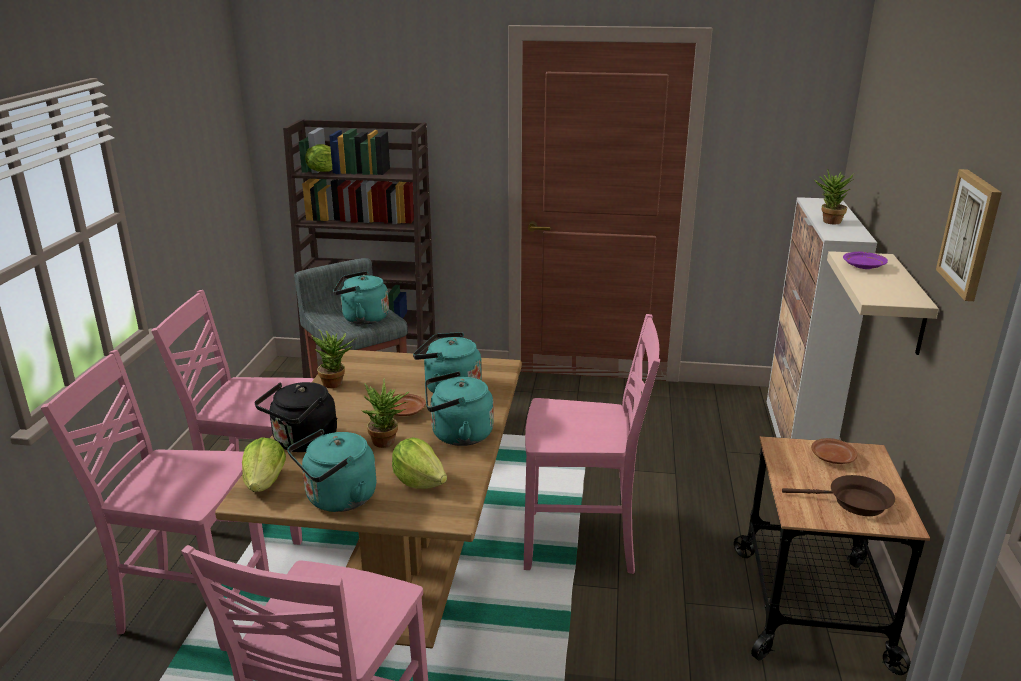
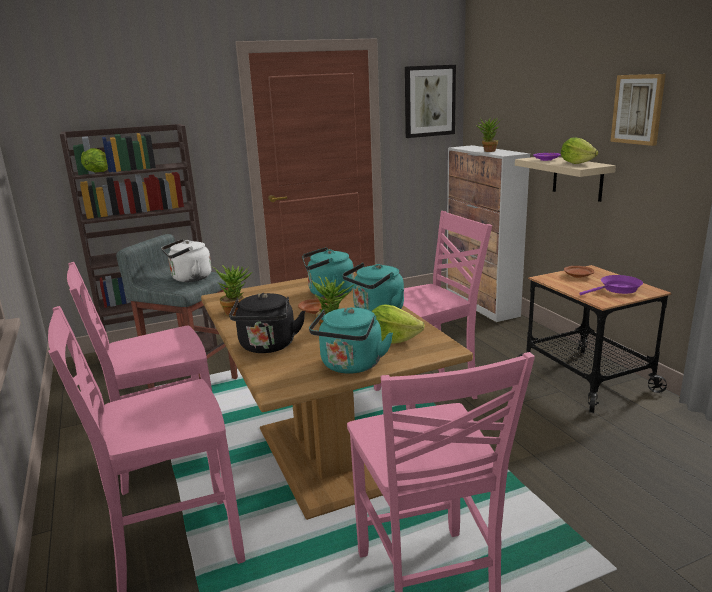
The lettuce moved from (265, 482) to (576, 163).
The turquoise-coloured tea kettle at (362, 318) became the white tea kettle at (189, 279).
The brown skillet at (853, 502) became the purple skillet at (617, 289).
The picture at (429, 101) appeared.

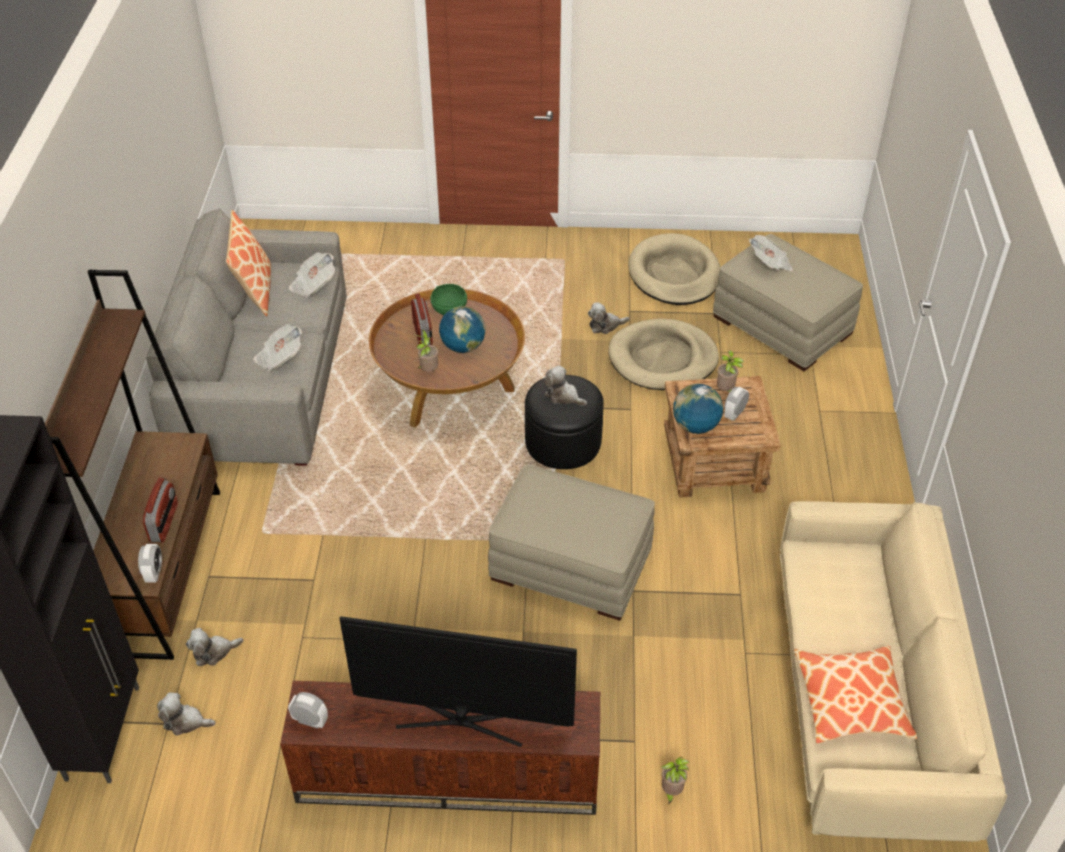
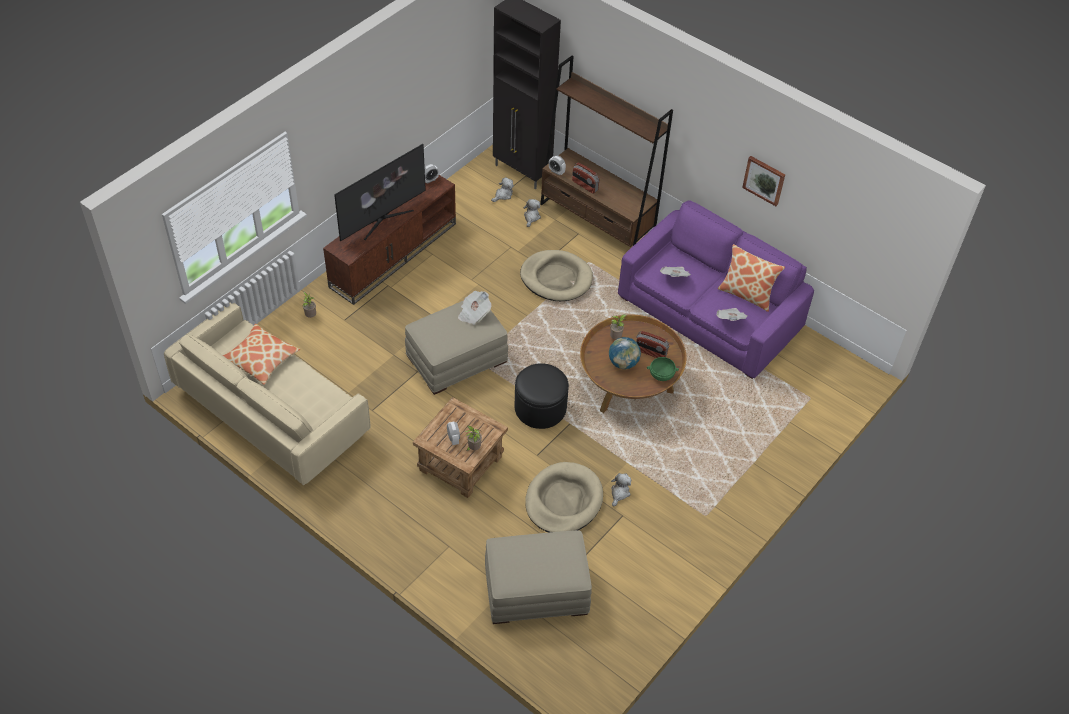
The gray settee at (263, 377) became the purple settee at (709, 313).
The soft toy at (563, 396) disappeared.
The beige-coloured pet bed moved from (674, 274) to (556, 278).
The globe at (695, 426) disappeared.
The newspaper moved from (770, 264) to (474, 313).
The picture at (764, 180) appeared.

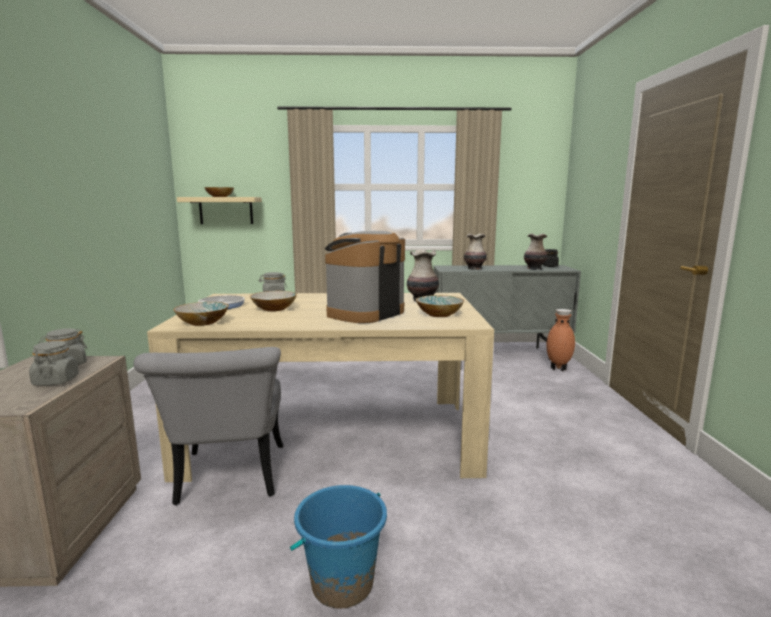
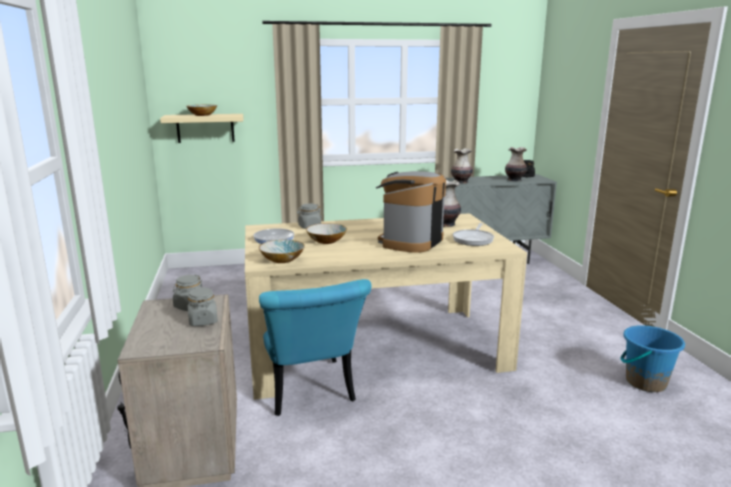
The gray chair at (229, 481) became the turquoise-coloured chair at (309, 393).
The blue bucket moved from (342, 583) to (645, 382).
The serving bowl at (440, 314) was replaced by the skillet at (473, 239).
The brown flower vase at (558, 368) disappeared.

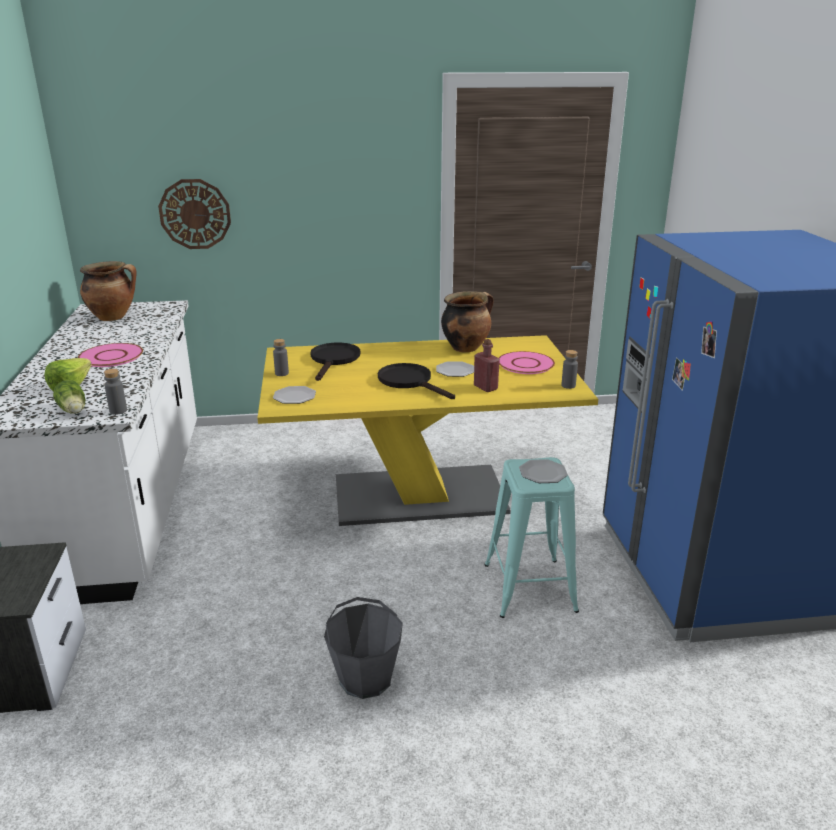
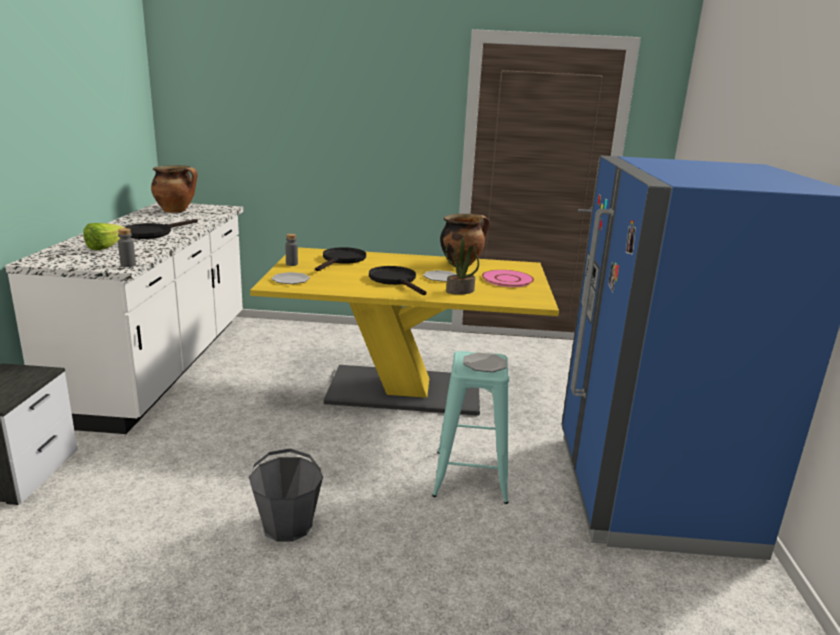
The lettuce at (73, 410) disappeared.
The pink-coloured flat dish at (110, 356) was replaced by the blackish skillet at (152, 233).
The clock on the wall at (195, 214) disappeared.
The red bottle at (485, 387) was replaced by the plant in a pot at (460, 291).
The gray bottle at (568, 386) disappeared.

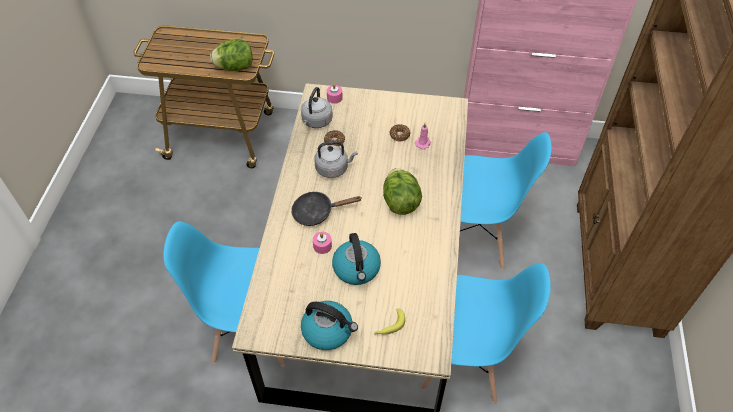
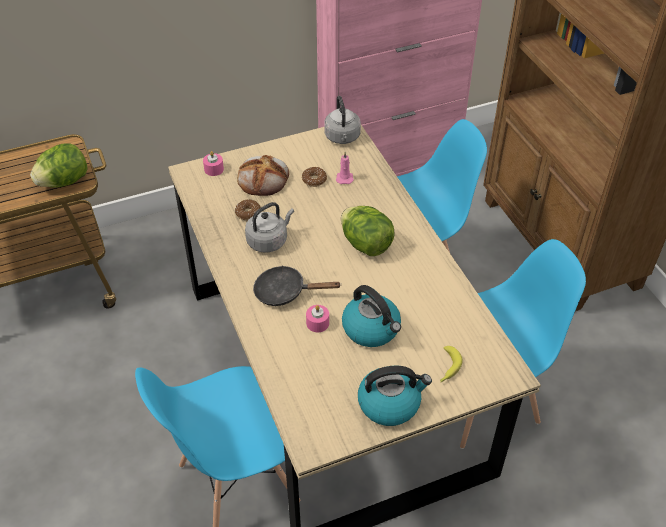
The blackish skillet at (317, 212) turned 45 degrees clockwise.
The gray tea kettle moved from (316, 122) to (342, 138).
The bread at (263, 178) appeared.

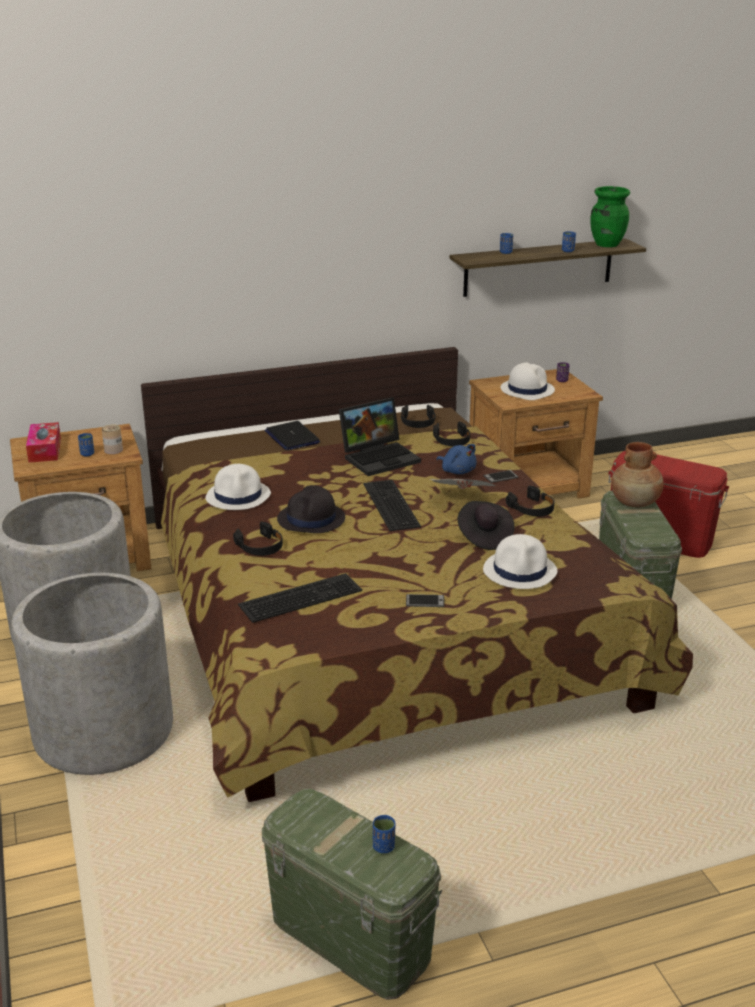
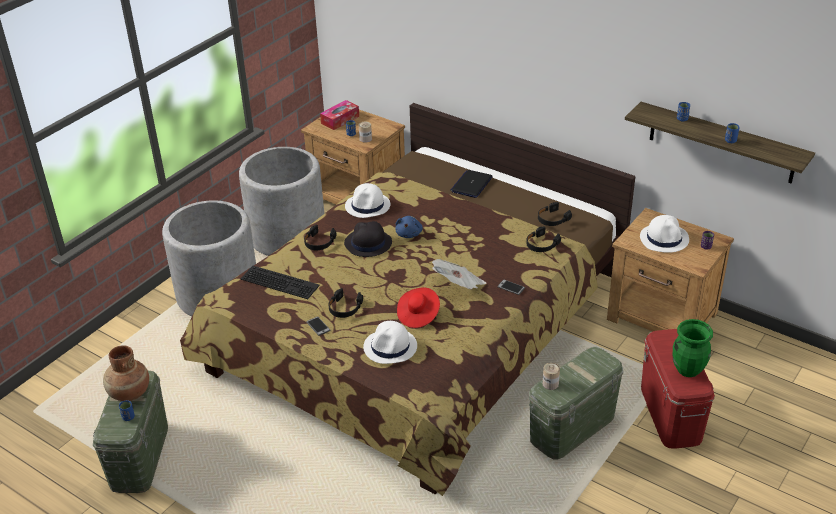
The portable computer at (380, 457) disappeared.
The keyboard at (388, 504) disappeared.
The blue soft toy moved from (457, 471) to (409, 234).
The blackish hat at (484, 537) became the red hat at (418, 315).
The blackish headphones moved from (532, 508) to (344, 308).
The green-coloured flower vase moved from (606, 244) to (688, 369).
The brown flower vase moved from (635, 502) to (129, 393).
The can at (550, 384) appeared.

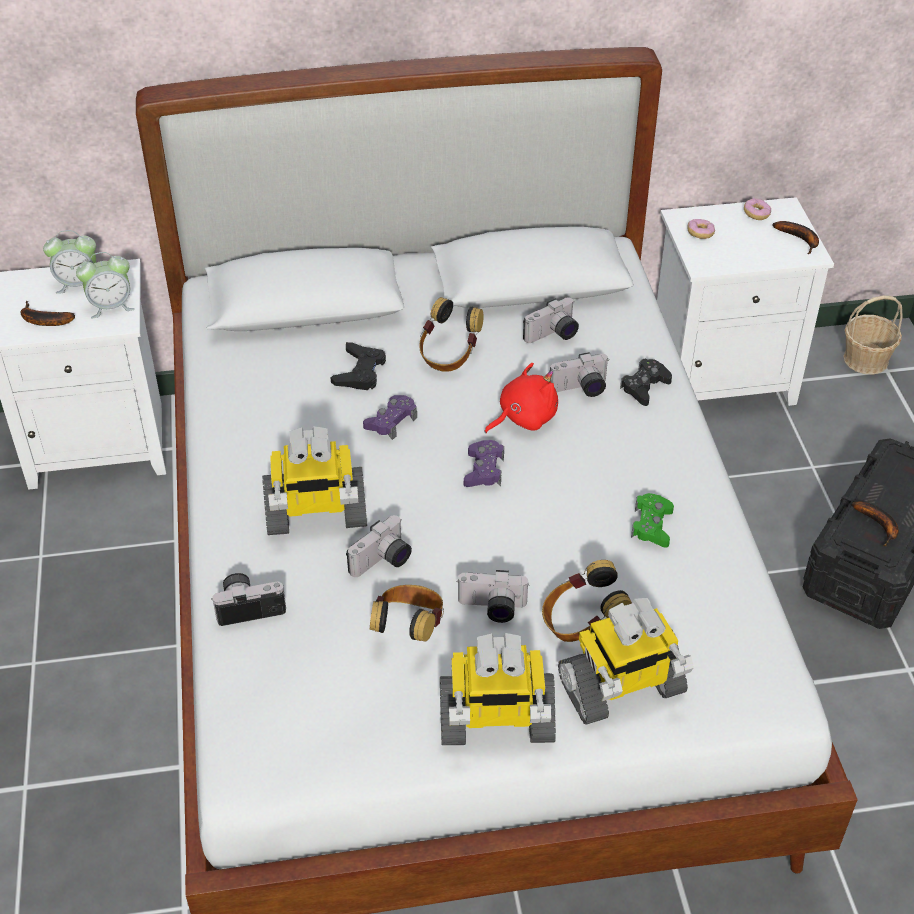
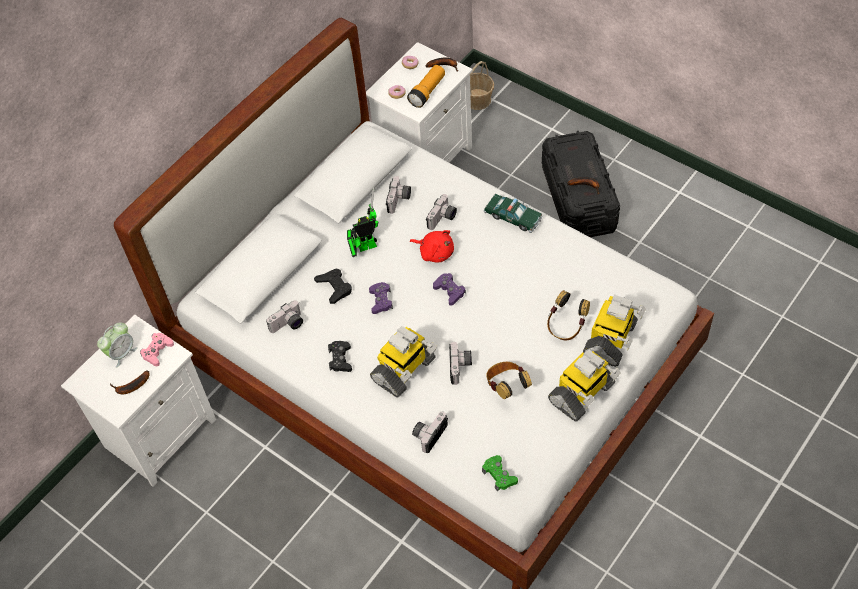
The alarm clock at (111, 306) was replaced by the pink-coloured gamepad at (157, 351).
The headphones at (449, 355) was replaced by the toy robot at (364, 247).
The photo camera moved from (492, 609) to (288, 325).
The red soft toy at (523, 418) turned 105 degrees clockwise.
The blackish gamepad moved from (644, 387) to (340, 359).
The green-coloured gamepad moved from (651, 526) to (499, 475).
The hand torch at (427, 92) appeared.
The toy car at (513, 217) appeared.

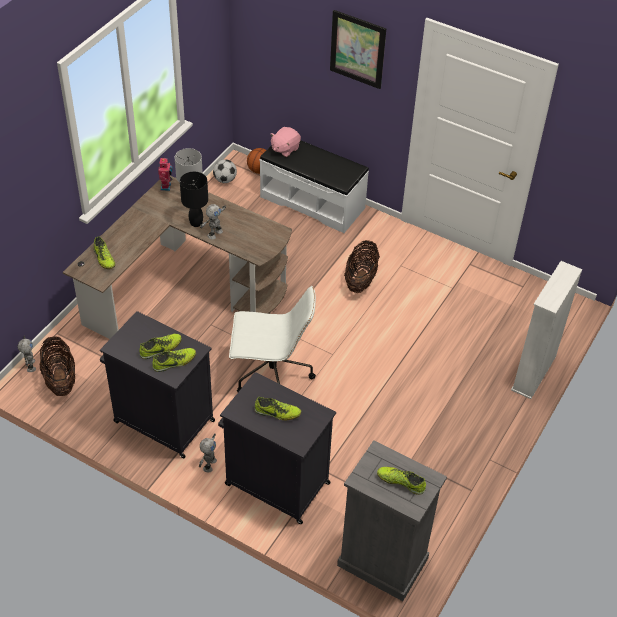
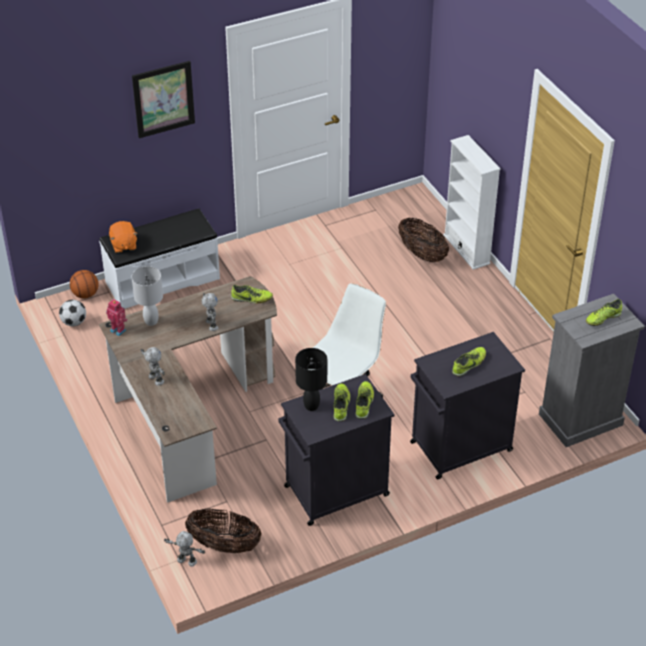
The low shoe moved from (104, 258) to (252, 299).
The blackish tabletop lamp moved from (196, 223) to (311, 405).
The toy robot moved from (209, 464) to (155, 379).
The pink-coloured soft toy at (285, 149) became the orange soft toy at (123, 245).
The basket moved from (360, 280) to (422, 254).

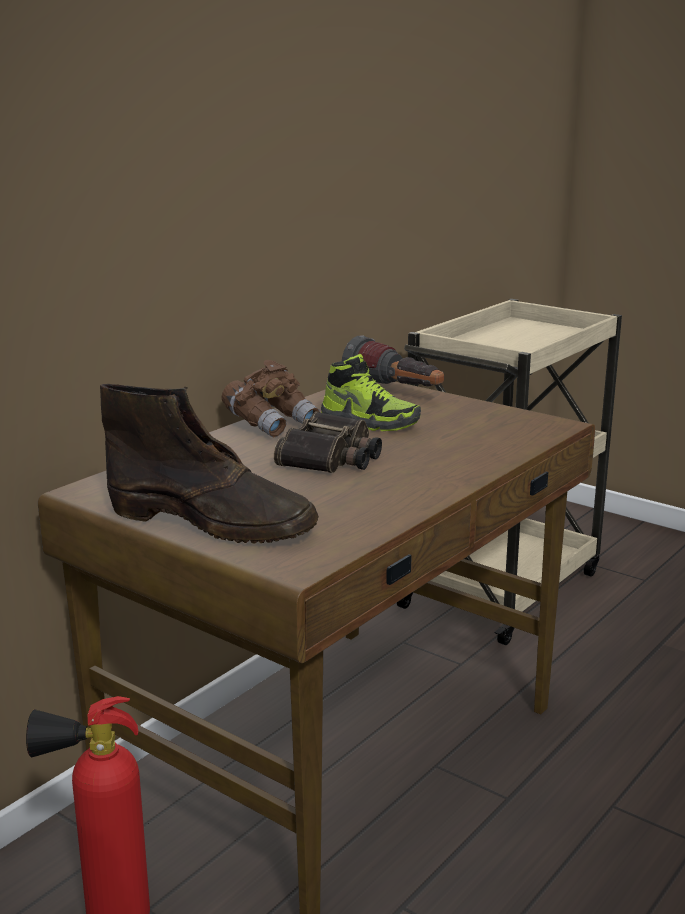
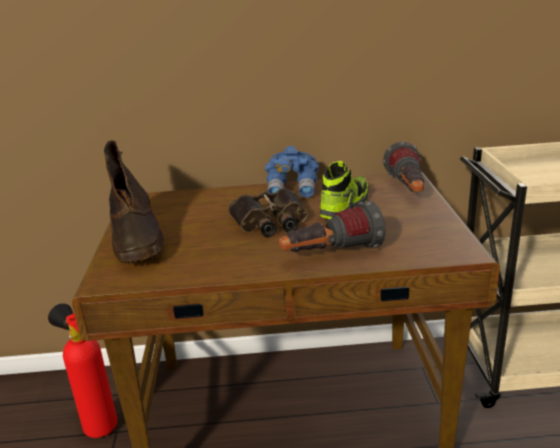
The brown field glasses at (272, 424) became the blue field glasses at (293, 189).
The low shoe at (370, 422) turned 135 degrees counterclockwise.
The hand torch at (331, 255) appeared.

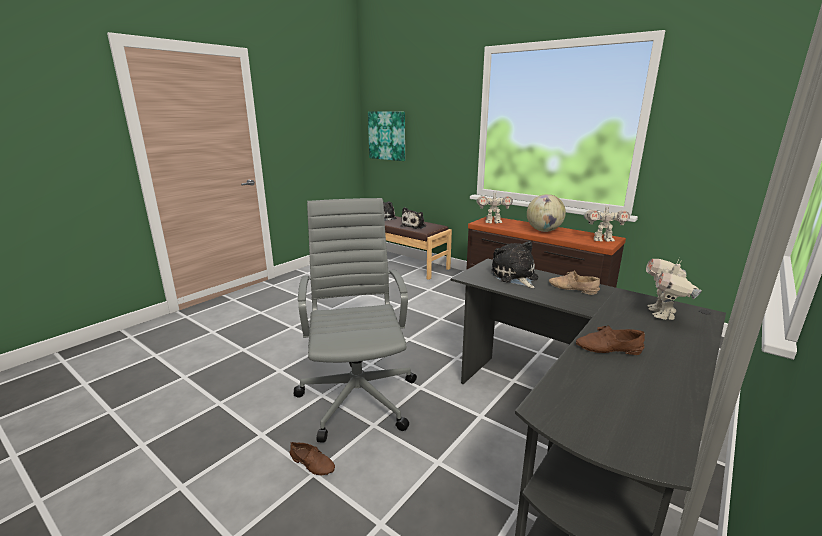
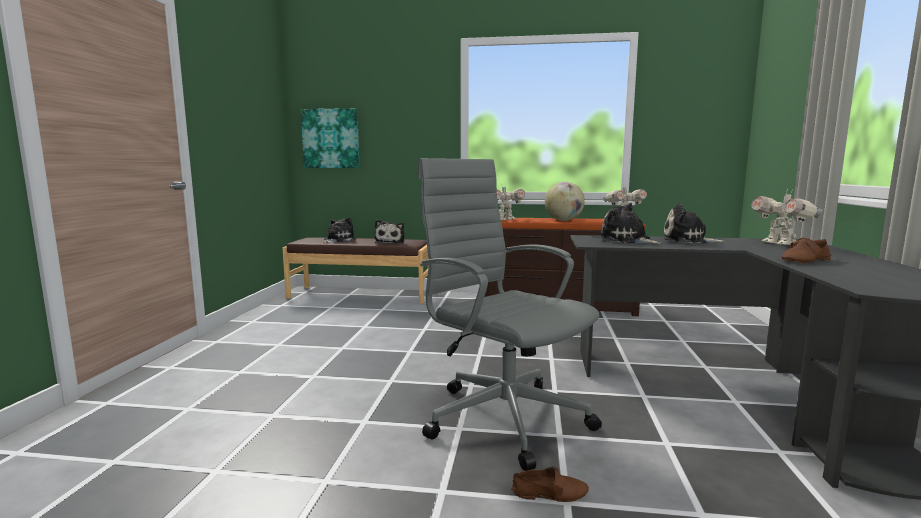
The beige-coloured low shoe at (572, 288) was replaced by the soft toy at (687, 240).

